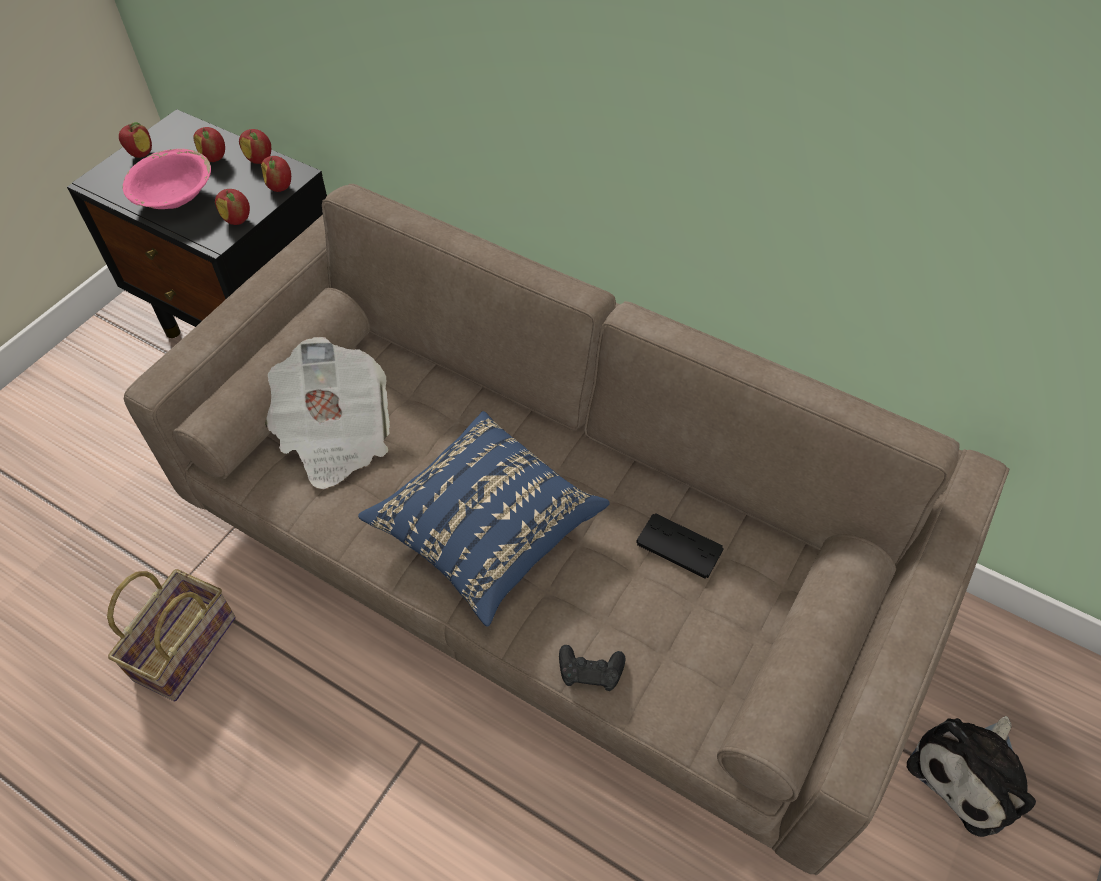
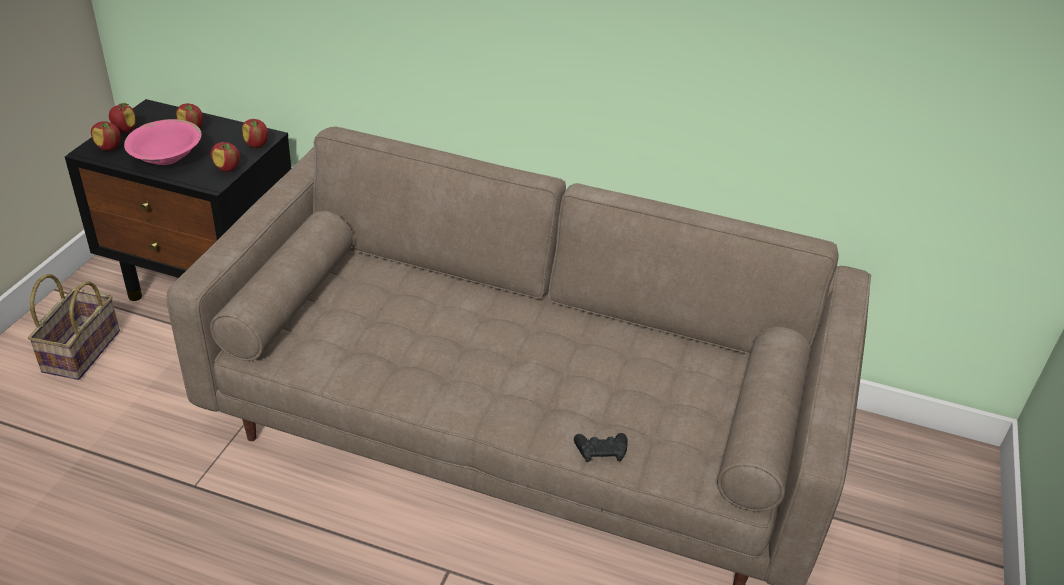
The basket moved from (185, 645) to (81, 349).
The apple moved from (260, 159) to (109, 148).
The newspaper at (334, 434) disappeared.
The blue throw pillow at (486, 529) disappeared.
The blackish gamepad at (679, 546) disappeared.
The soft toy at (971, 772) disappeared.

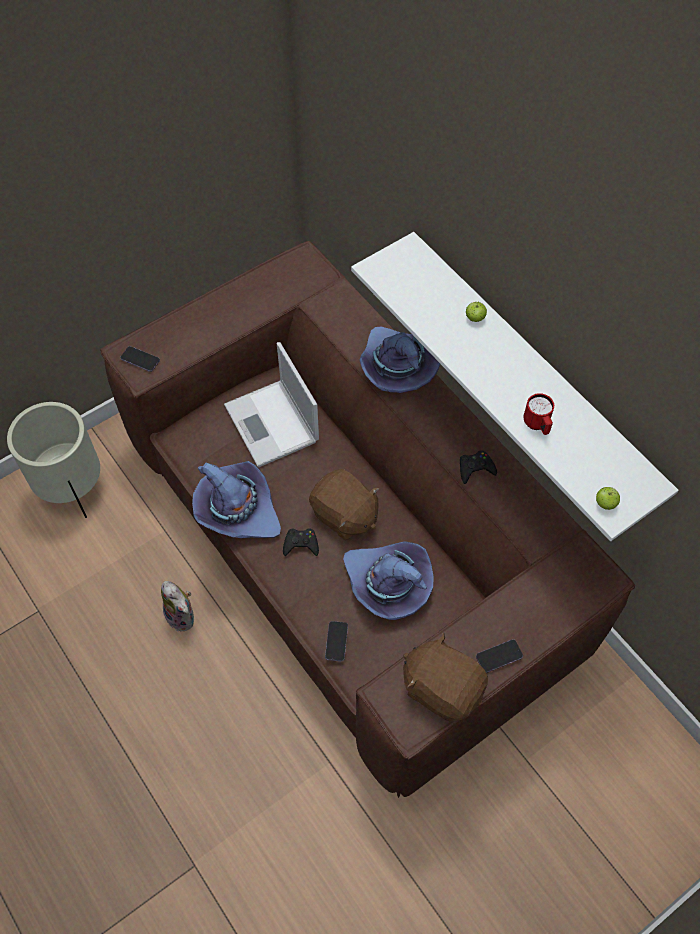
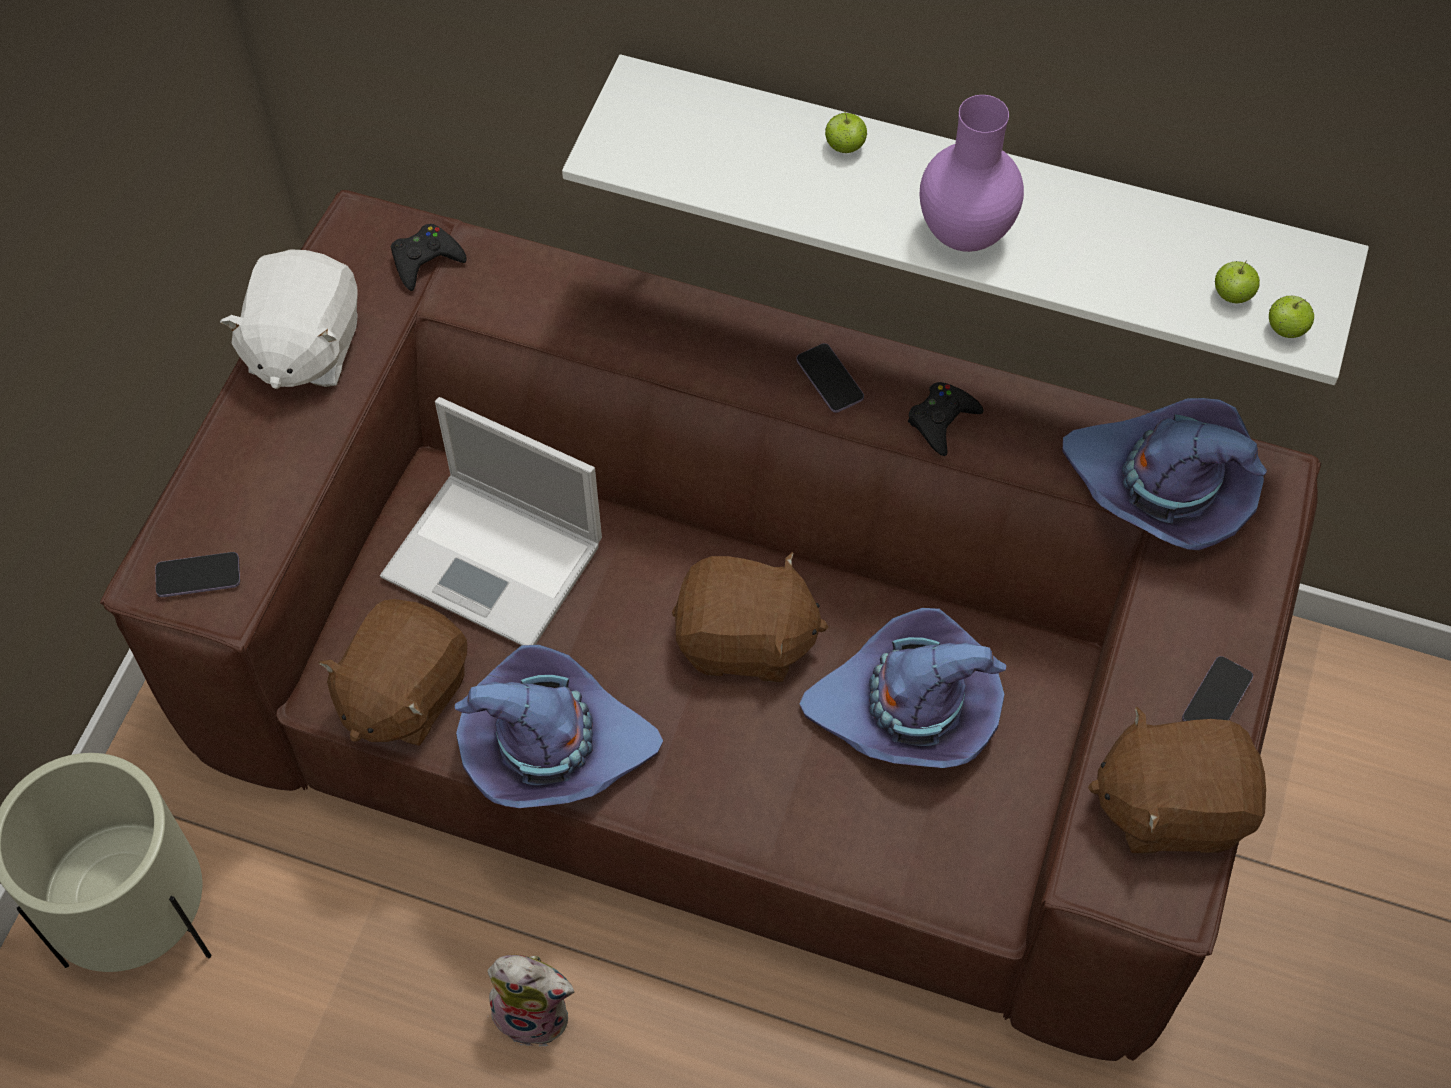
The blackish gamepad moved from (301, 544) to (425, 260).
The telephone moved from (336, 641) to (829, 379).
The purple hat moved from (396, 367) to (1162, 490).
The red mug at (537, 425) disappeared.
The white soft toy at (303, 348) appeared.
The brown soft toy at (403, 694) appeared.
The purple flower vase at (965, 237) appeared.
The apple at (1232, 295) appeared.

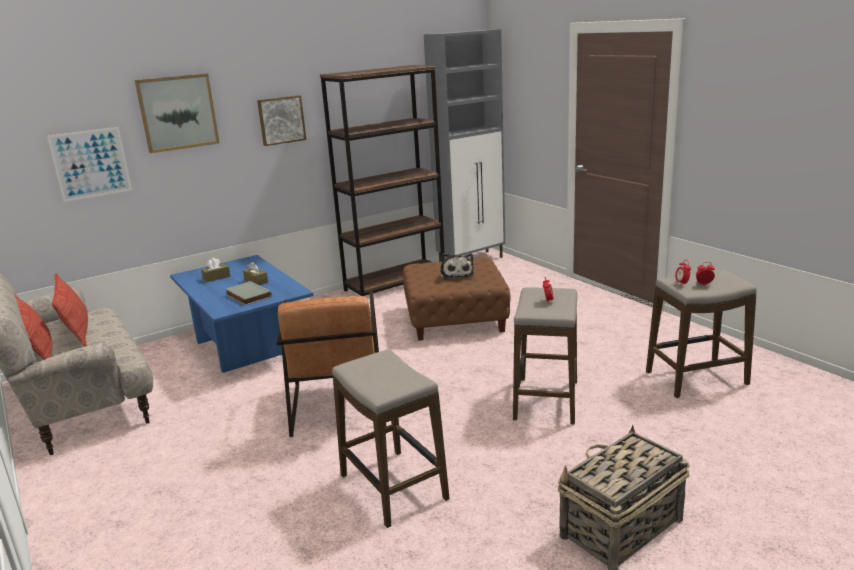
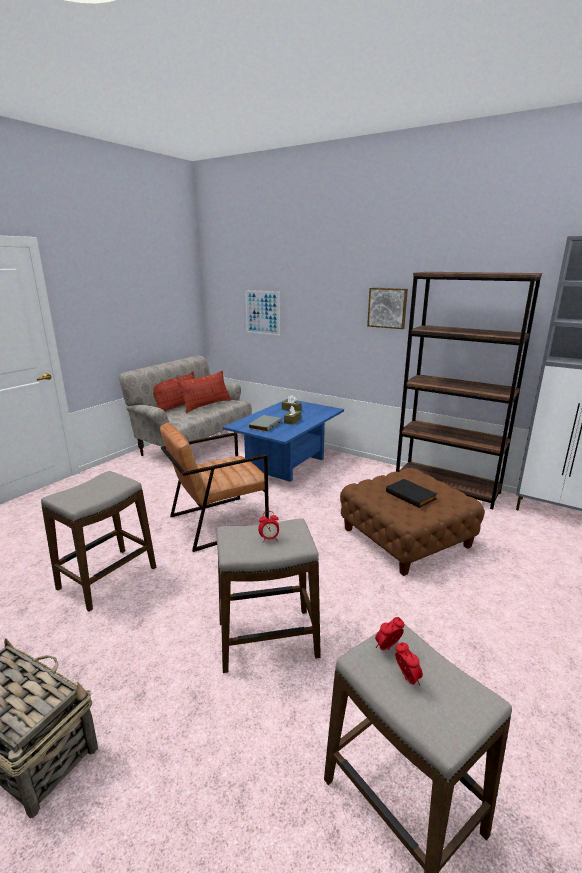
The picture at (178, 112) disappeared.
The soft toy at (456, 274) was replaced by the blackish bound book at (411, 495).

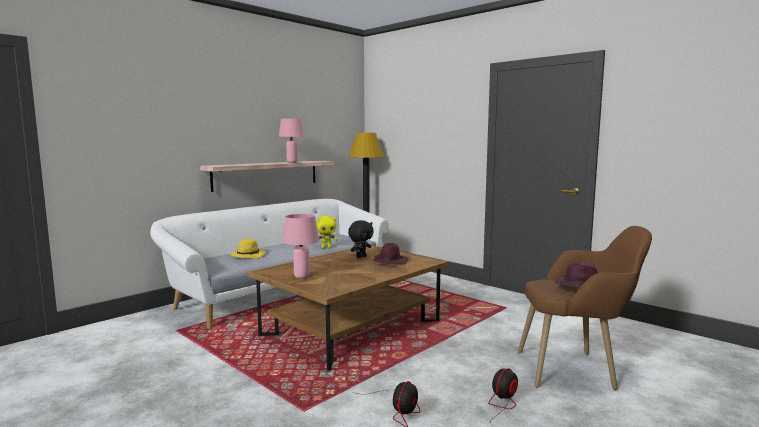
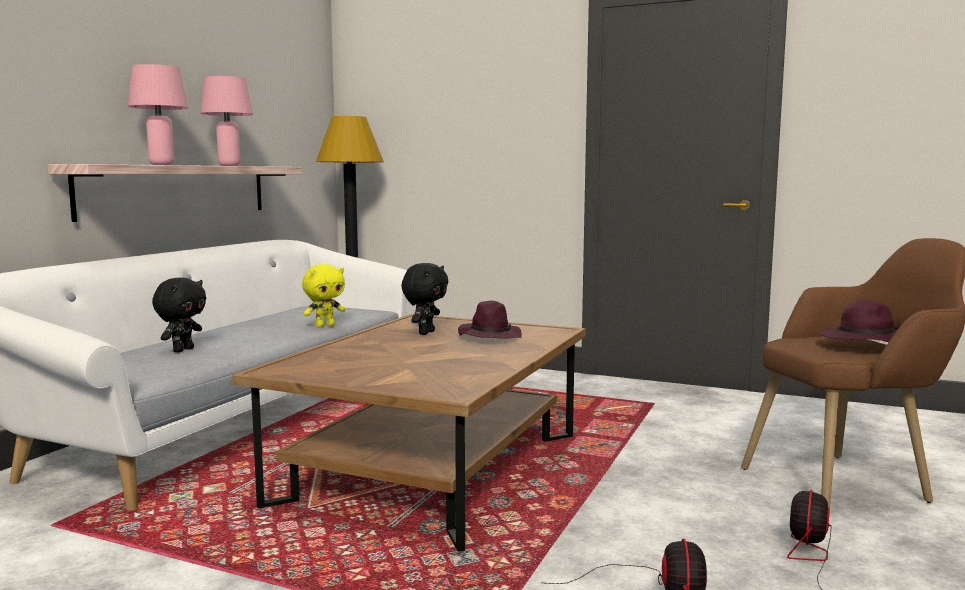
The yellowish hat at (248, 255) was replaced by the blackish soft toy at (182, 350).
The pink-coloured tabletop lamp moved from (302, 277) to (162, 164).

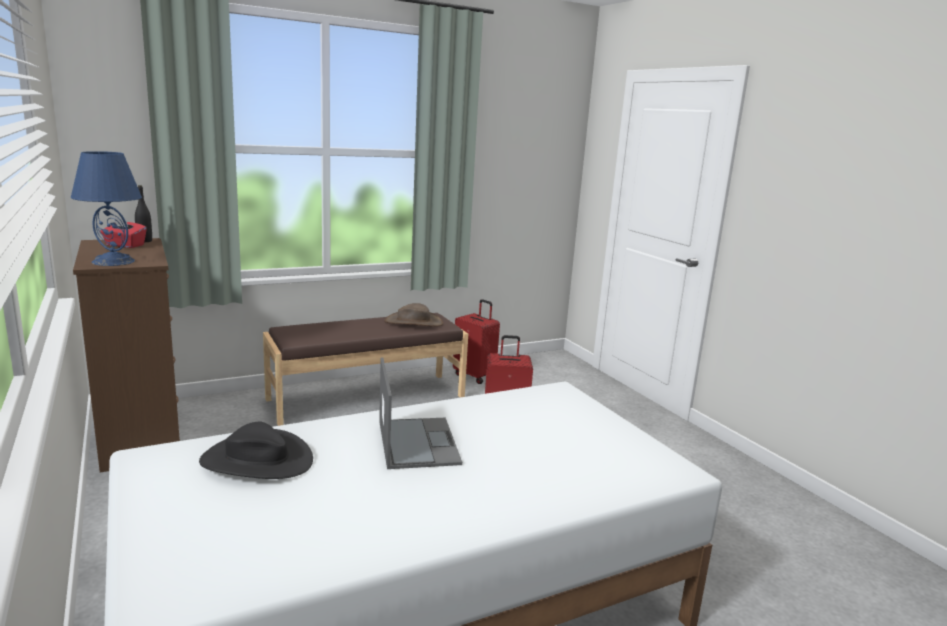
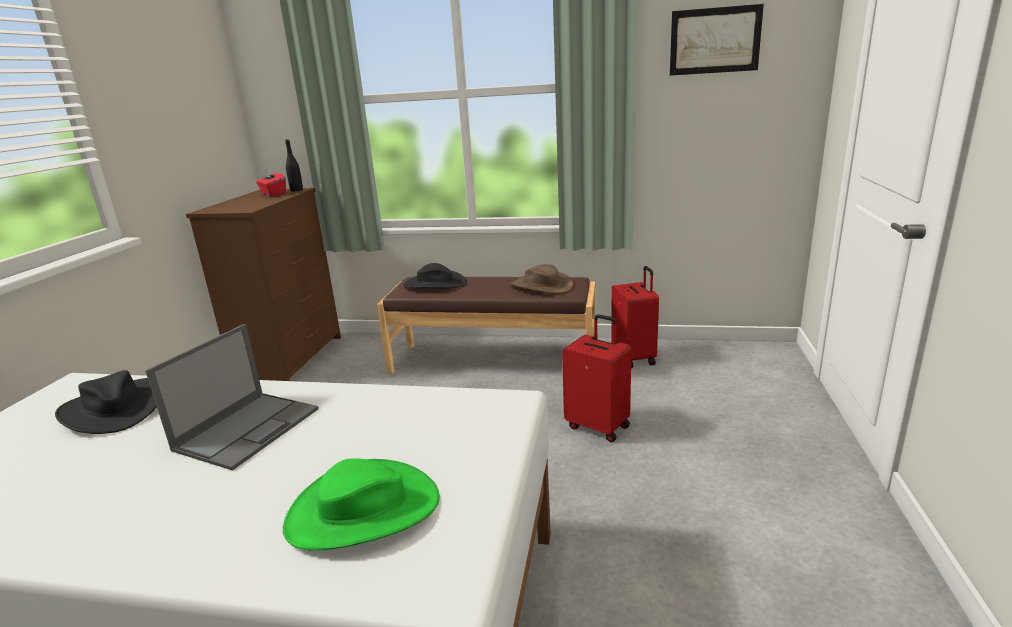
The blue tabletop lamp at (112, 261) disappeared.
The green-coloured hat at (363, 511) appeared.
The blackish hat at (435, 284) appeared.
The picture at (714, 40) appeared.

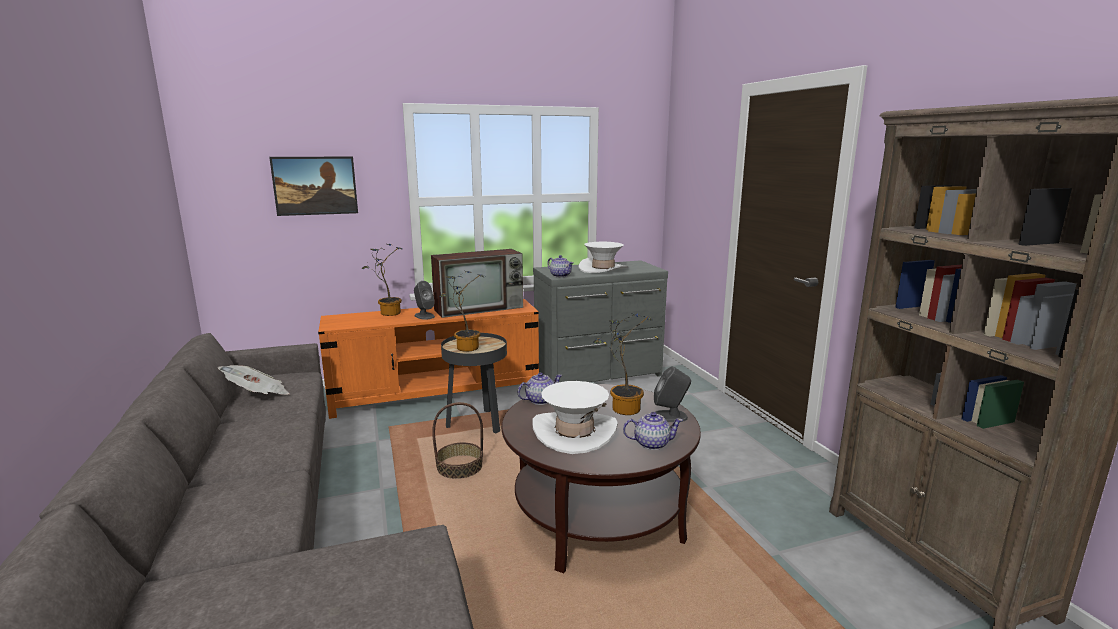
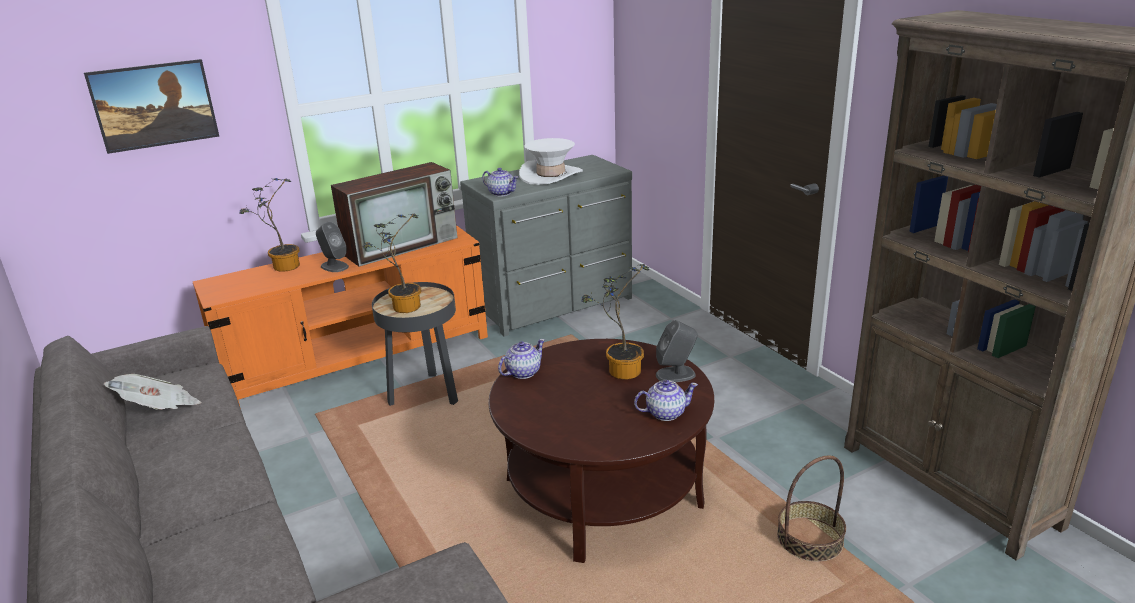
The basket moved from (460, 467) to (809, 539).
The white hat at (574, 432) disappeared.

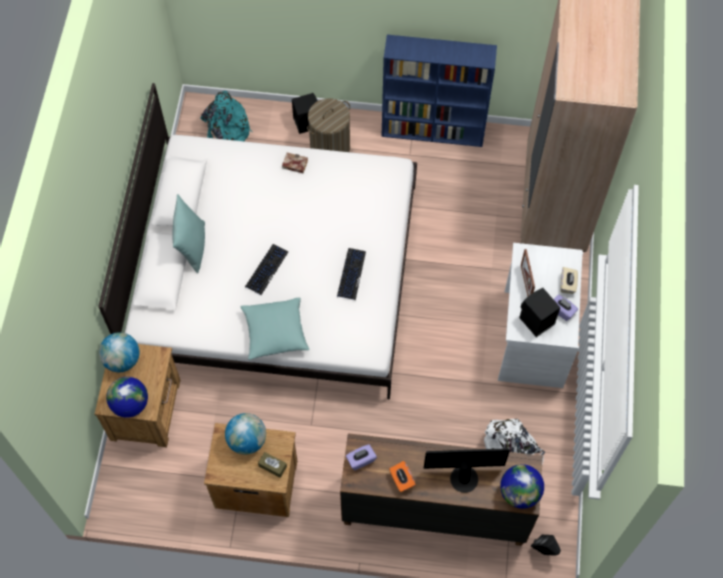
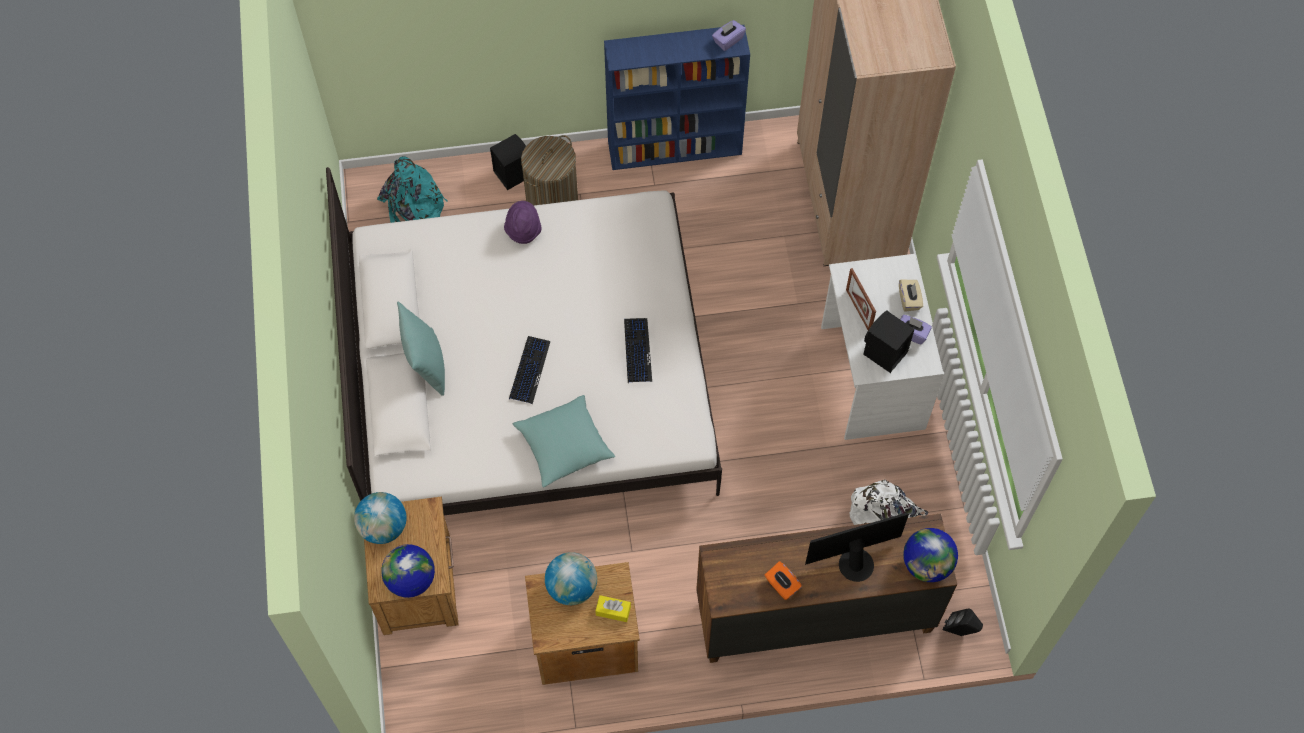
The brown tissue holder at (272, 466) became the yellowish tissue holder at (613, 611).
The bound book at (294, 165) was replaced by the purple hat at (523, 231).
The purple tissue holder moved from (361, 460) to (728, 40).

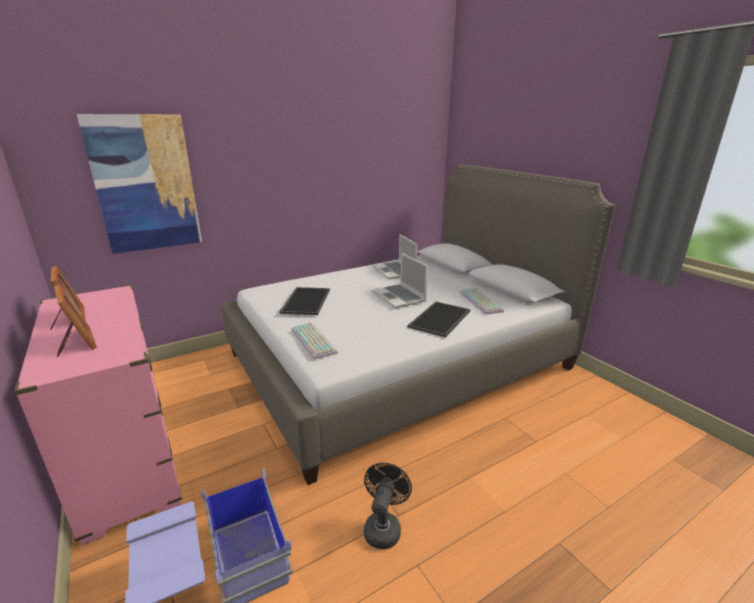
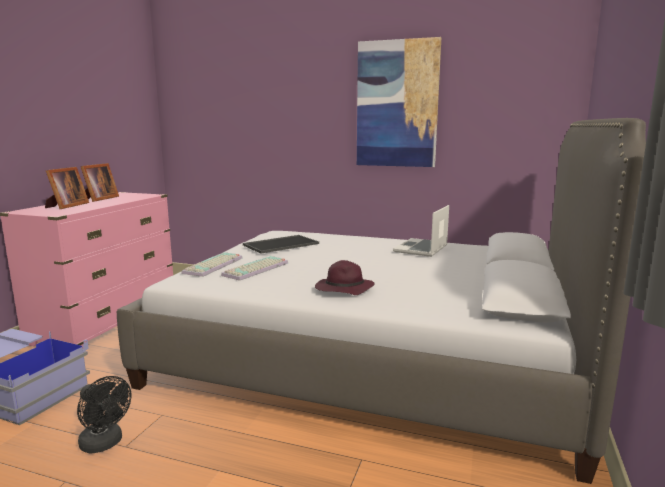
The picture moved from (145, 184) to (397, 104).
The blackish fan at (383, 527) turned 60 degrees clockwise.
The portable computer at (399, 297) disappeared.
The tray at (440, 319) was replaced by the purple hat at (343, 289).
The keyboard moved from (481, 302) to (256, 269).

